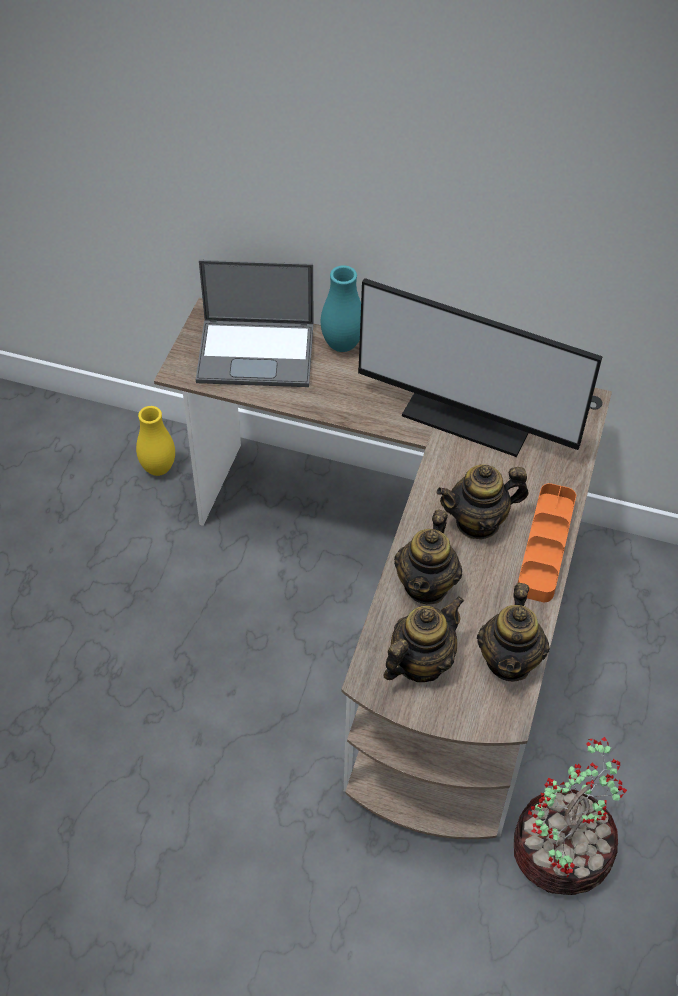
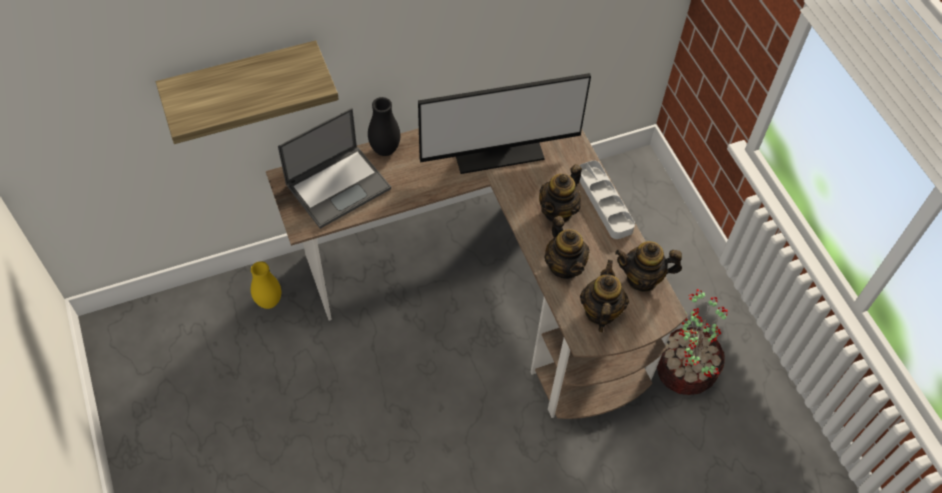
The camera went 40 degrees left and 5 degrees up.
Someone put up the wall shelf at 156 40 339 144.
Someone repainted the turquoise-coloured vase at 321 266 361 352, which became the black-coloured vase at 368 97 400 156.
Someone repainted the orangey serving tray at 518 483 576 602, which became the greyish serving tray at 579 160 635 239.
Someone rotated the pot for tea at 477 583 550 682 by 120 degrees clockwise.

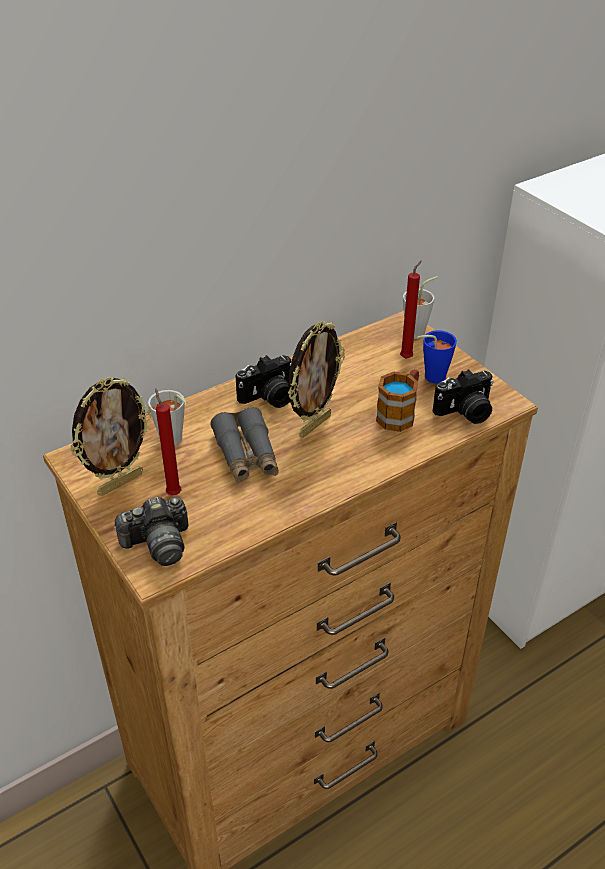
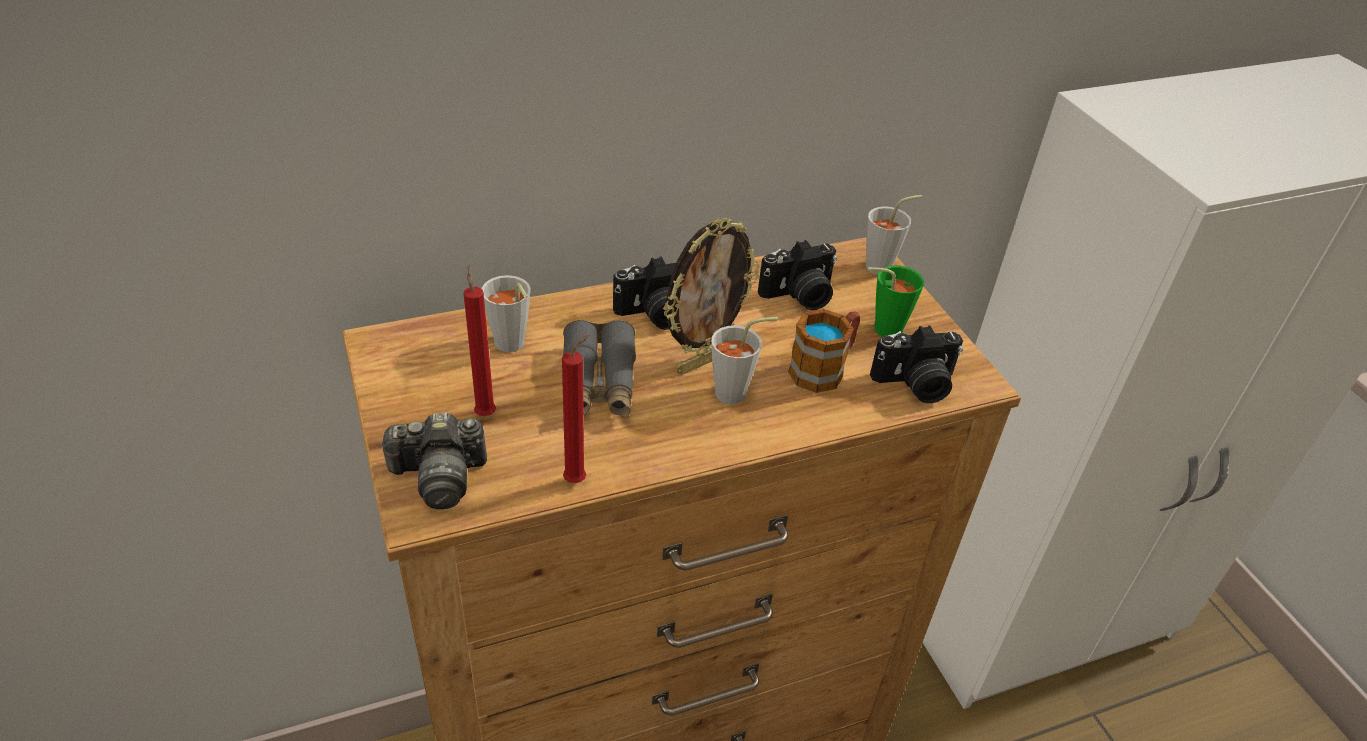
The camera went 10 degrees right and 0 degrees up.
Someone took away the photo frame at 70 378 152 496.
Someone put down the greyish small cup at 712 317 778 404.
Someone put down the photo camera at 758 240 837 310.
Someone carried the red-coloured candle from 400 260 422 359 to 562 334 590 483.
Someone repainted the blue-coloured small cup at 417 330 457 384, which became the green-coloured small cup at 868 265 924 337.

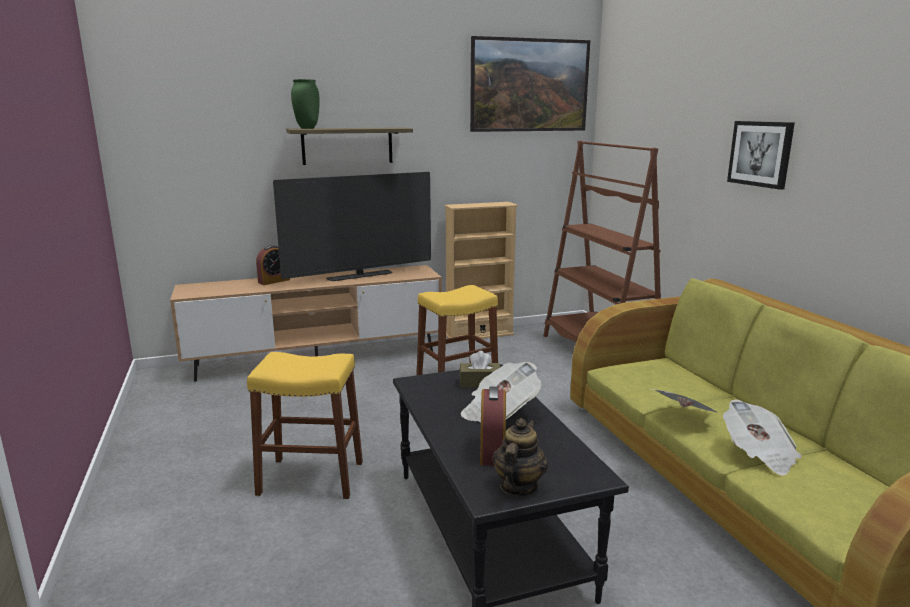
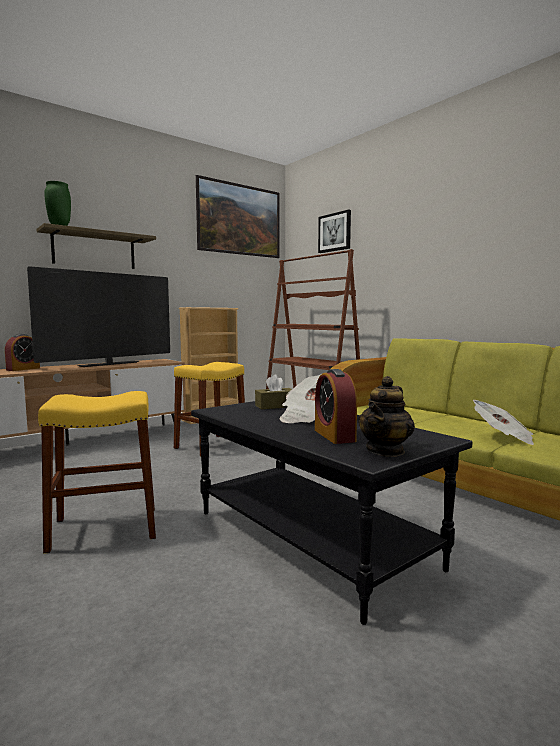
The camera went 20 degrees left and 10 degrees down.
Someone took away the daily paper at 650 388 717 412.
Someone carried the wall picture from 727 121 795 190 to 318 210 351 253.
Someone rotated the pot for tea at 492 418 548 496 by 150 degrees counterclockwise.

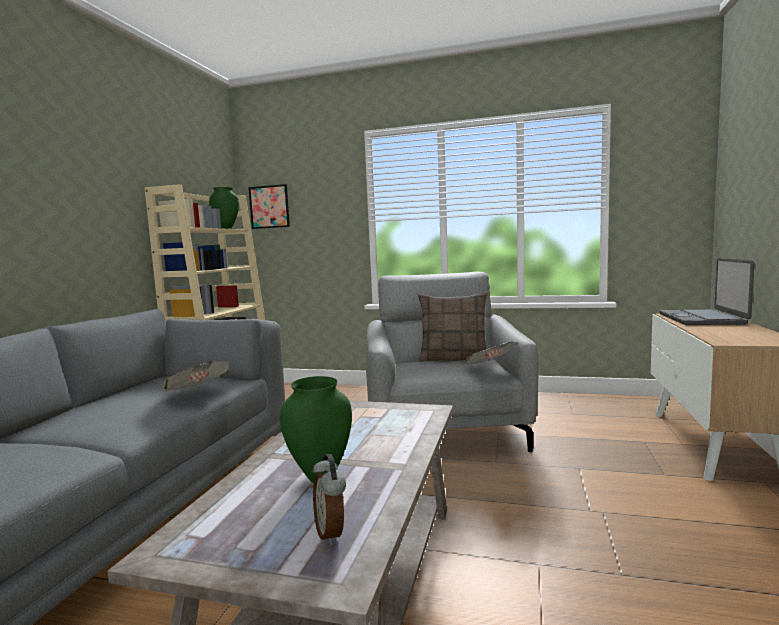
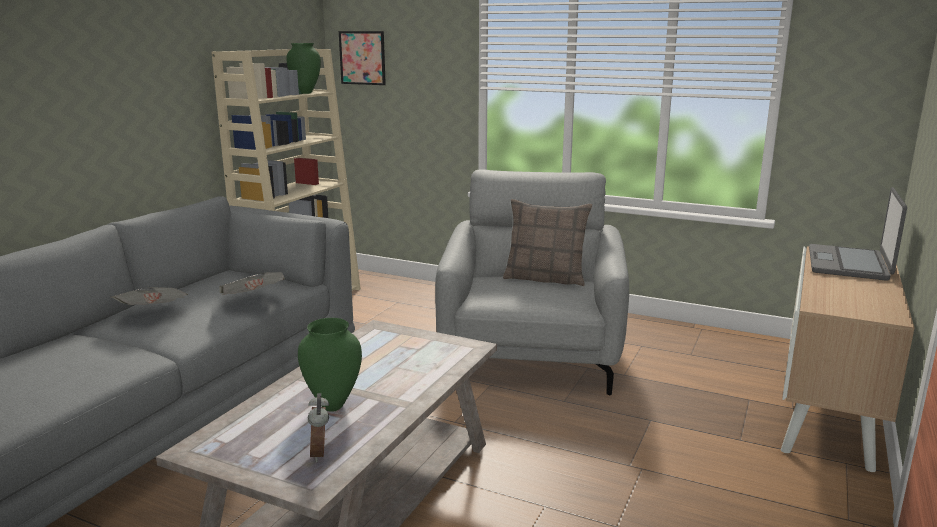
The camera went 10 degrees right and 10 degrees up.
Someone carried the daily paper from 461 341 519 365 to 111 287 188 305.

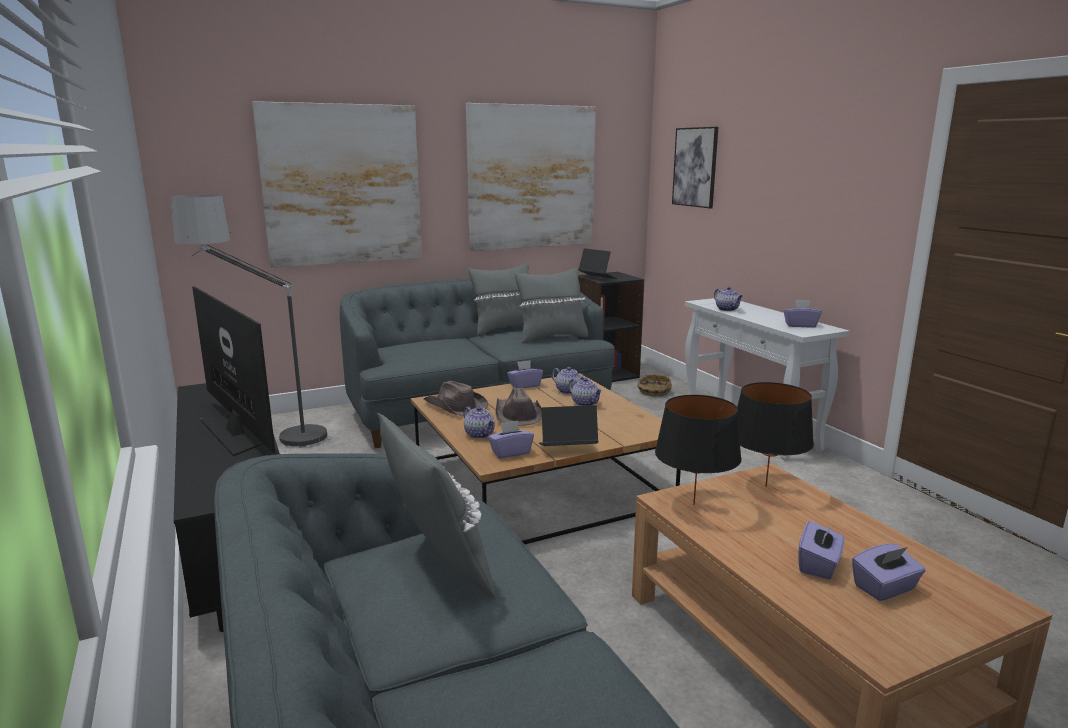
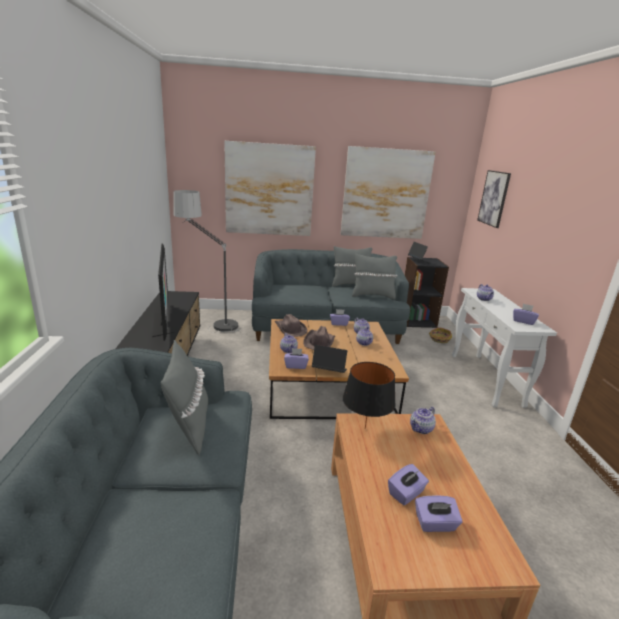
The camera went 20 degrees right and 5 degrees up.
Someone swapped the black-coloured lamp for a table at 737 382 814 487 for the pot for tea at 410 407 436 434.

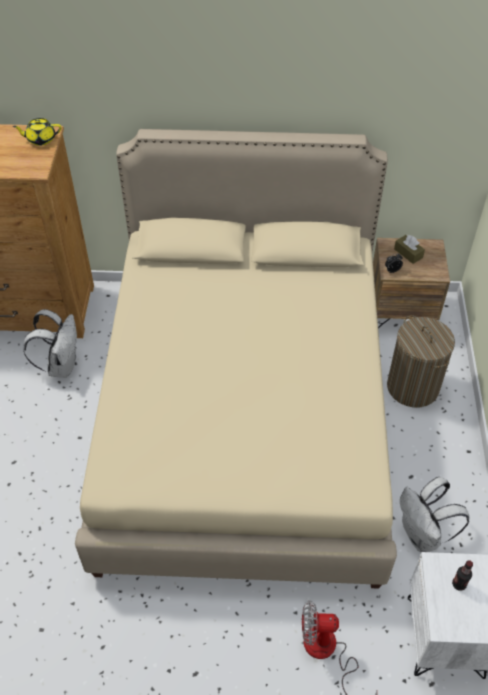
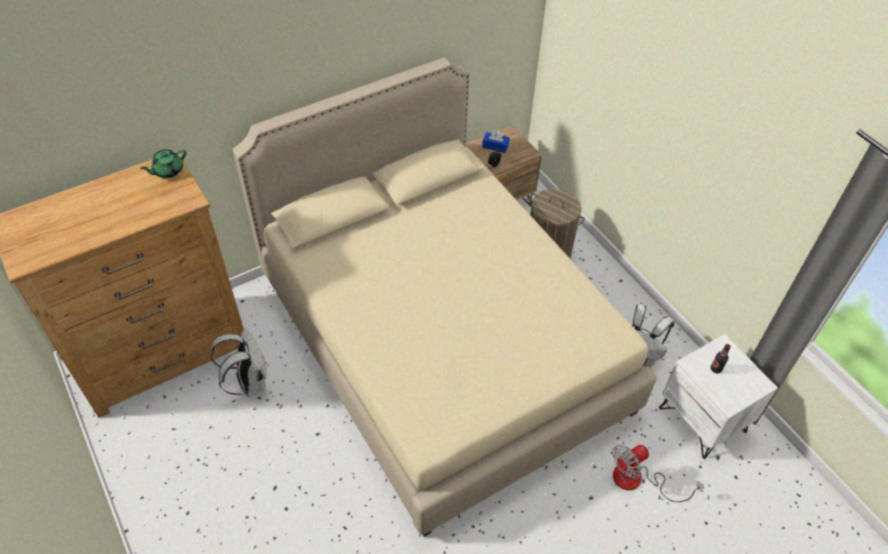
The camera went 35 degrees left and 0 degrees up.
Someone repainted the yellowish pot for tea at 13 118 62 146, which became the green-coloured pot for tea at 140 149 187 178.
Someone repainted the brownish tissue box at 394 235 425 264, which became the blue-coloured tissue box at 482 130 510 153.

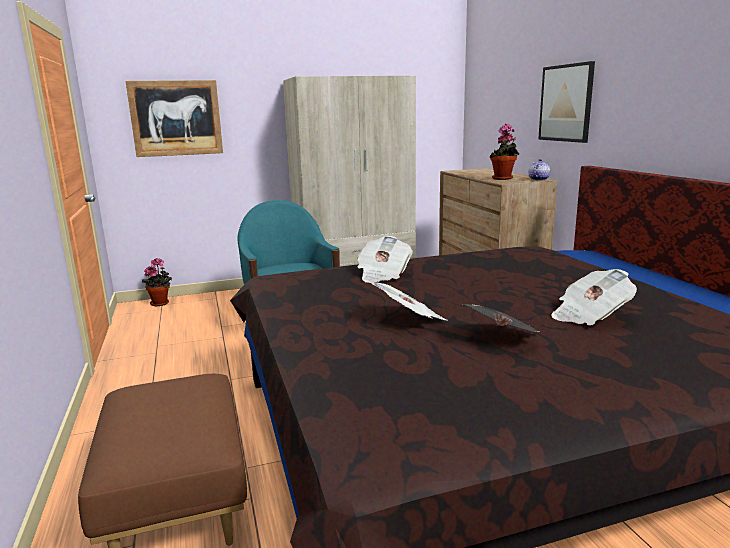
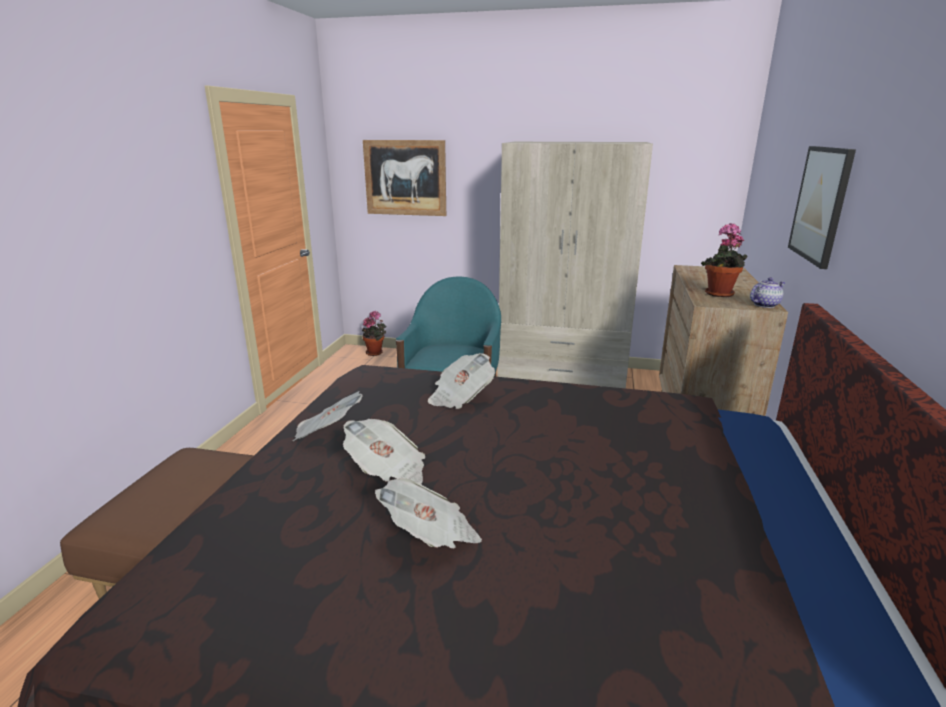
The camera went 30 degrees right and 5 degrees up.
Someone carried the daily paper from 551 269 637 325 to 293 391 363 441.

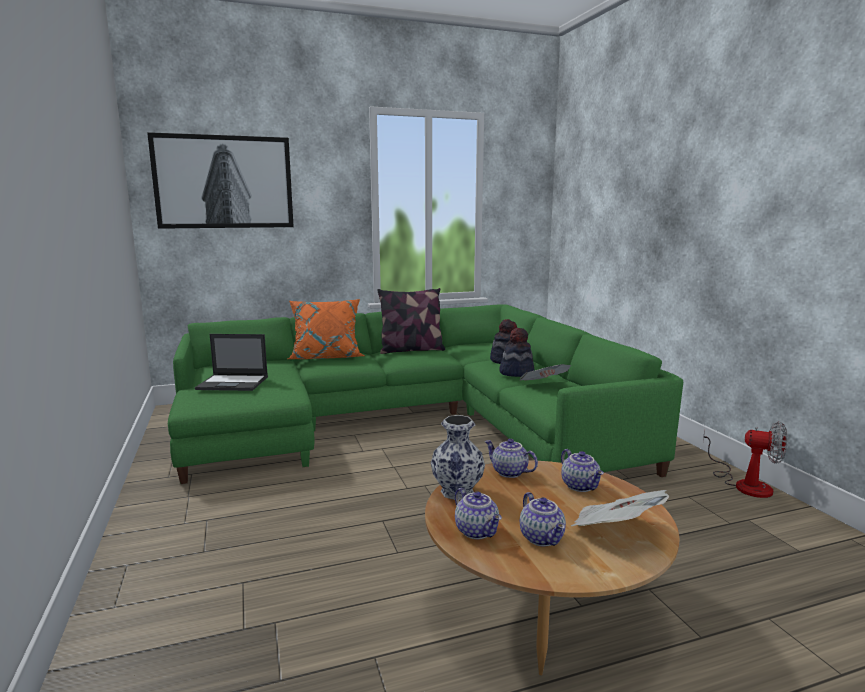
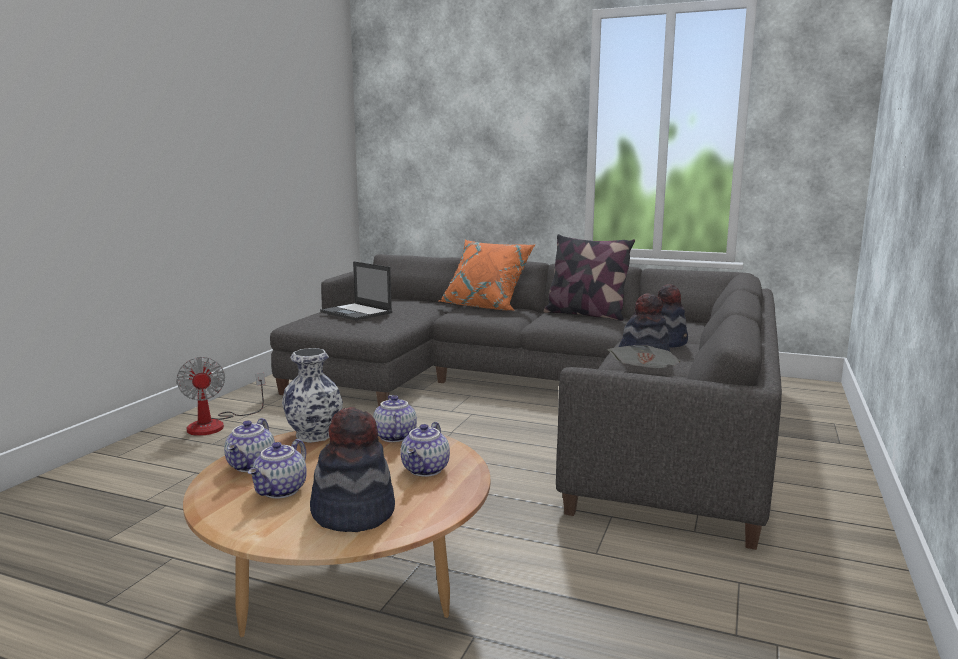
The camera went 40 degrees right and 0 degrees up.
Someone took away the wall picture at 147 132 294 229.
Someone carried the cooling fan from 703 421 787 498 to 176 357 265 436.
Someone swapped the daily paper at 571 490 669 526 for the hat at 310 407 395 532.
Someone repainted the green-coloured sofa at 168 304 683 484, which became the greyish sofa at 270 254 782 550.

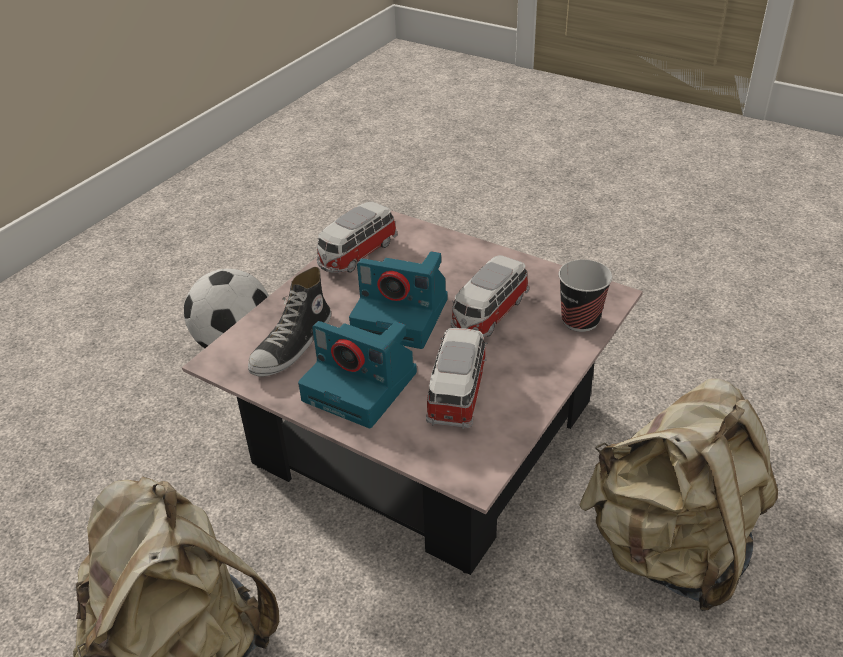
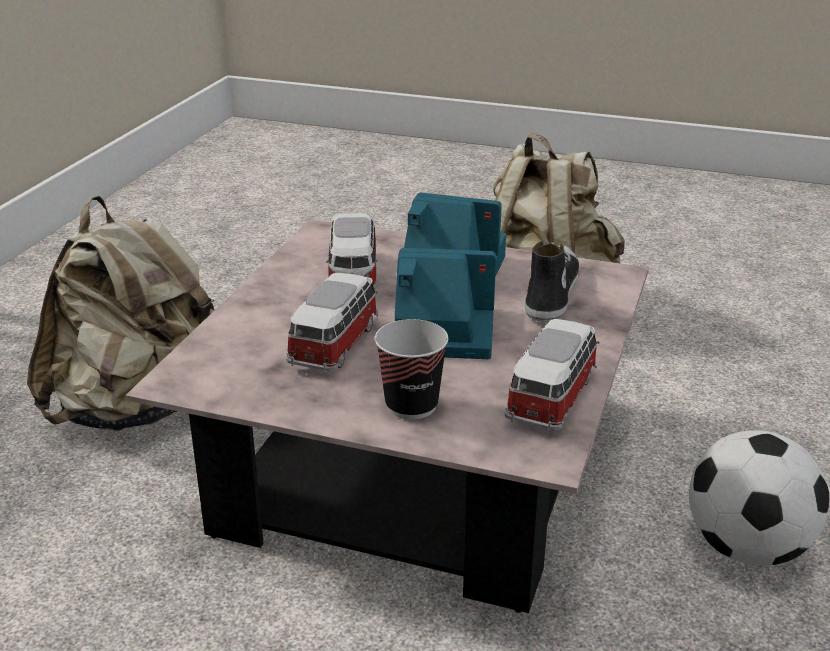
The camera went 165 degrees right and 10 degrees down.
Someone carried the small cup from 559 259 612 332 to 375 319 449 420.

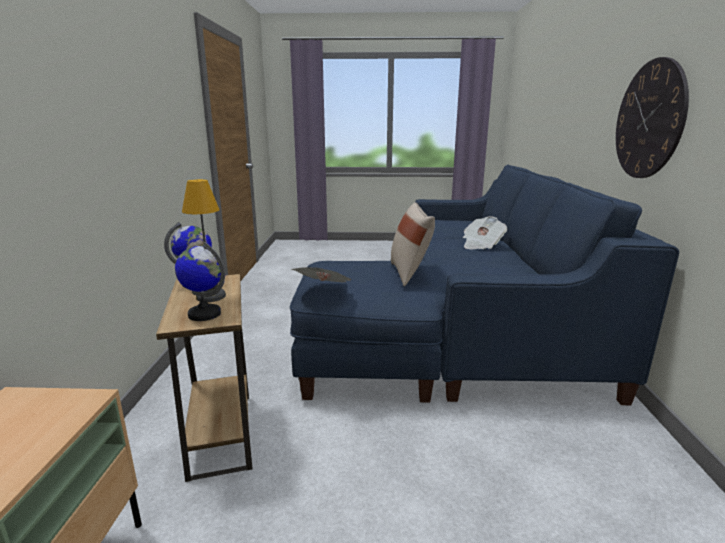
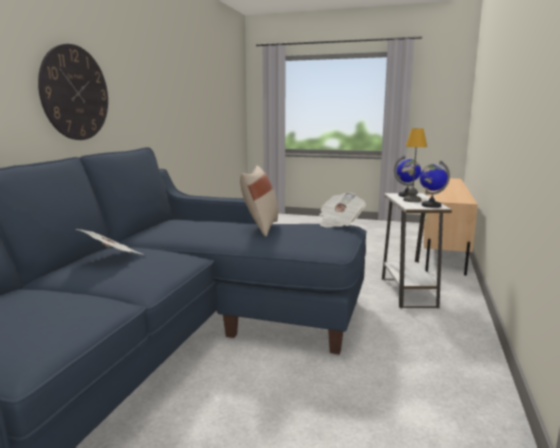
The camera went 165 degrees left and 5 degrees down.
Someone repainted the brownish end table at 156 274 252 482, which became the white end table at 382 193 452 308.

